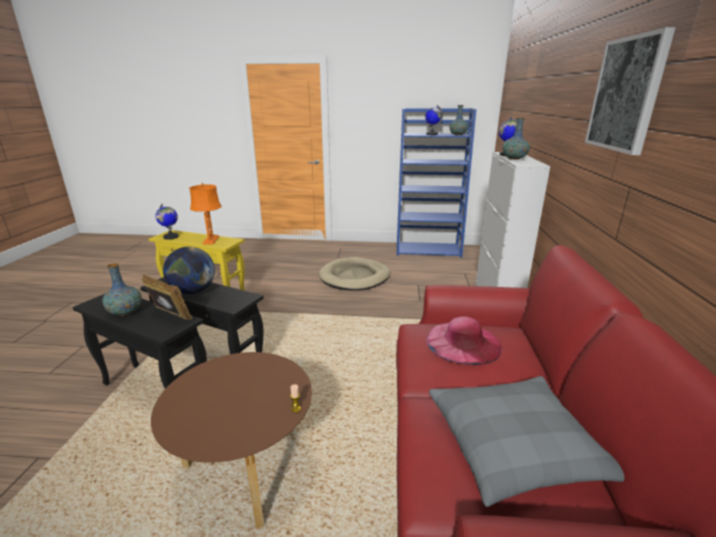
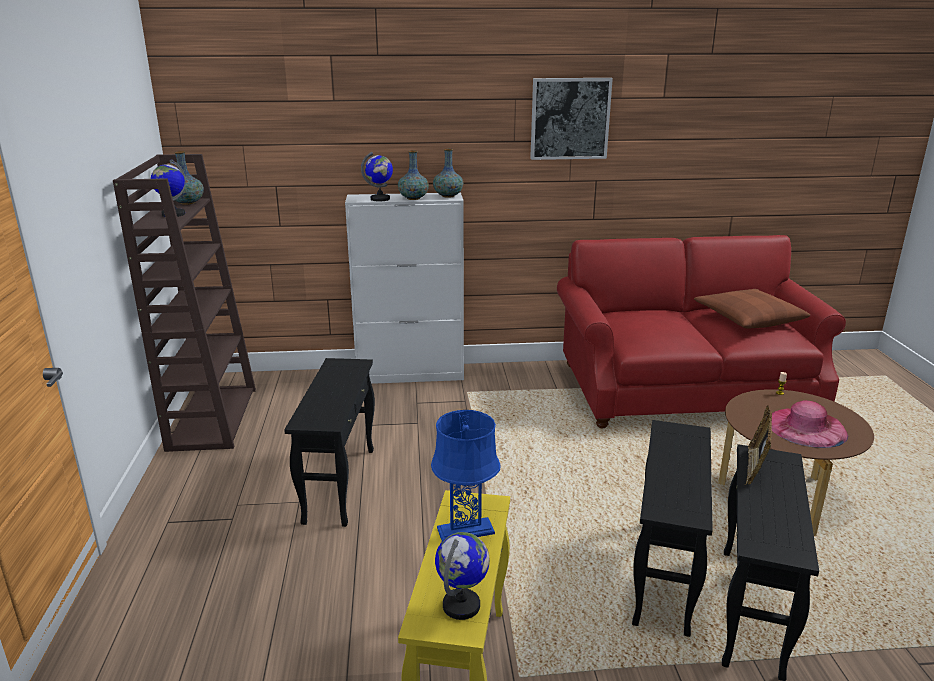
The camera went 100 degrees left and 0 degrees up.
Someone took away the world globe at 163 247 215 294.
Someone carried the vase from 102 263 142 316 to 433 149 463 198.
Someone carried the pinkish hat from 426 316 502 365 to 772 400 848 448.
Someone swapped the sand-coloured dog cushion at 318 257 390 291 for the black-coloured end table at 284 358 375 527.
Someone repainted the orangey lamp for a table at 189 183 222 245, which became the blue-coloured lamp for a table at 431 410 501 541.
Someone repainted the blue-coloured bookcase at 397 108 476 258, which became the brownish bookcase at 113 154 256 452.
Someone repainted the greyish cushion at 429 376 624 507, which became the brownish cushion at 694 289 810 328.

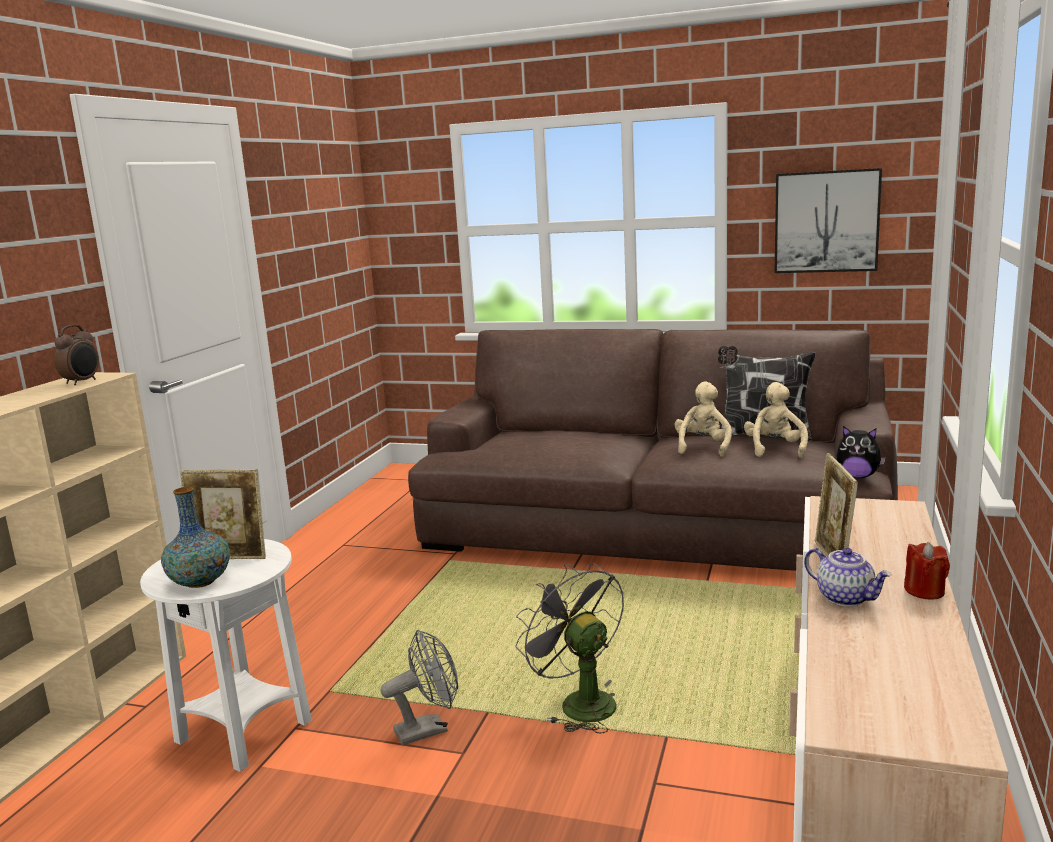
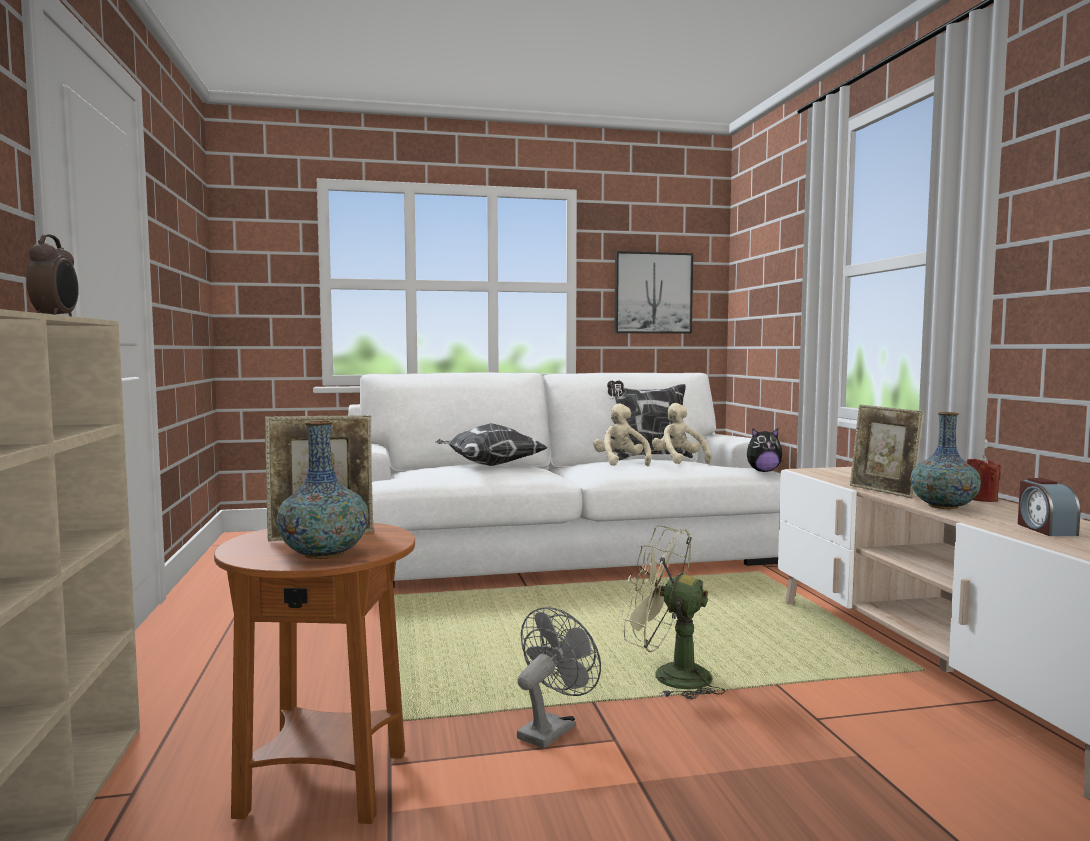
The camera went 30 degrees left and 10 degrees down.
Someone put down the cushion at 436 423 548 466.
Someone put down the bedside clock at 1018 478 1080 536.
Someone swapped the pot for tea at 804 548 892 606 for the vase at 910 412 981 509.
Someone repainted the white end table at 140 539 312 772, which became the brownish end table at 214 523 415 824.
Someone repainted the brownish sofa at 408 329 898 571, which became the white sofa at 348 372 781 588.
Someone repainted the greyish cooling fan at 515 563 624 734, which became the green-coloured cooling fan at 621 525 726 700.

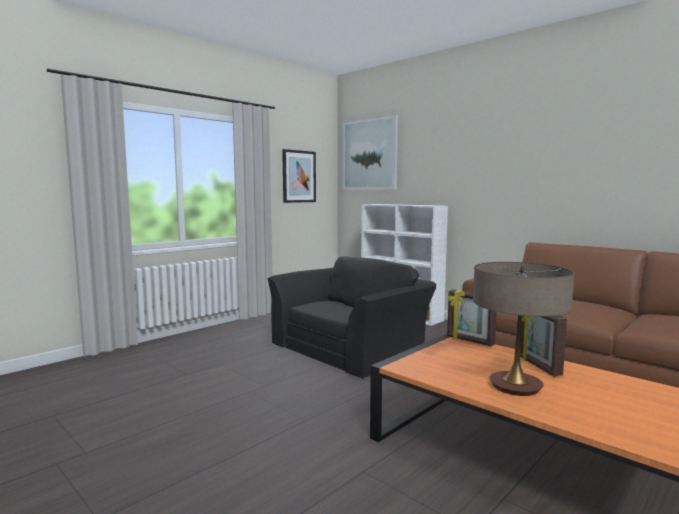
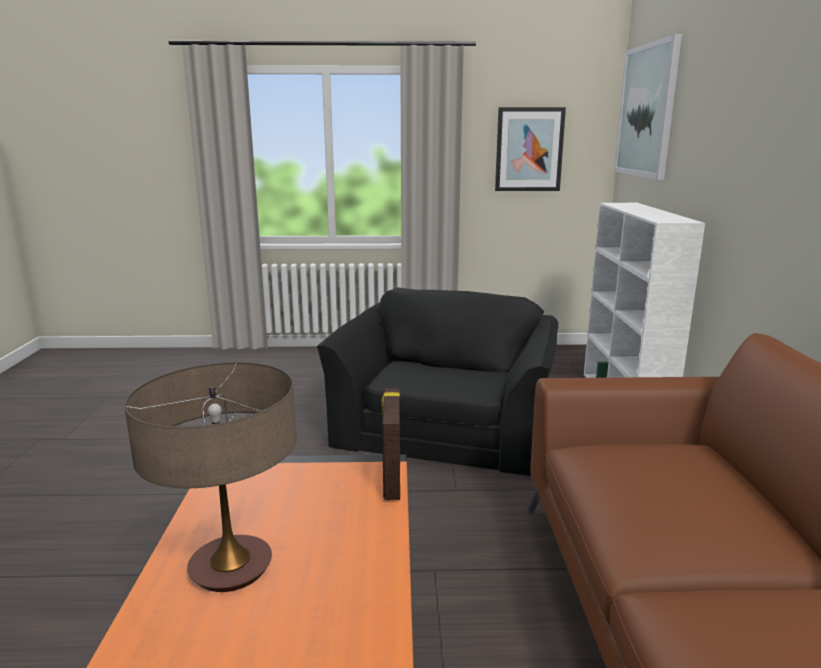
The camera went 45 degrees right and 10 degrees up.
Someone took away the photo frame at 520 315 567 376.
Someone rotated the black-coloured easy chair at 268 256 436 378 by 75 degrees counterclockwise.

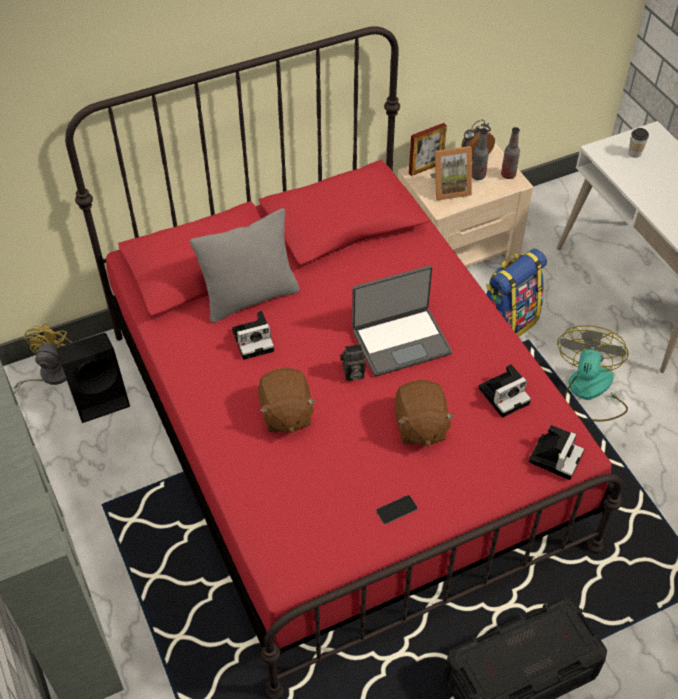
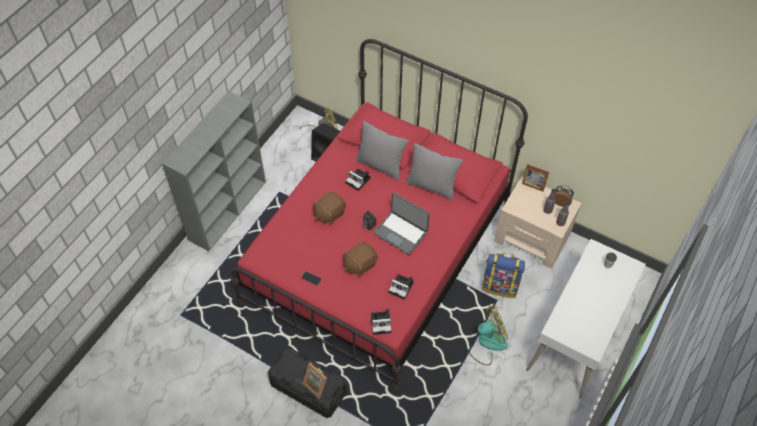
The camera went 55 degrees right and 5 degrees up.
Someone put down the greyish cushion at 406 143 463 200.
Someone carried the photo frame from 430 146 472 200 to 303 363 327 398.

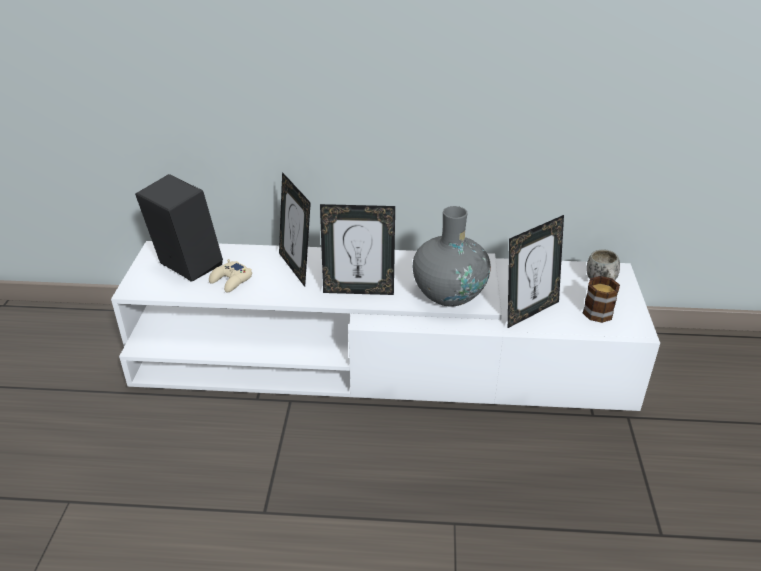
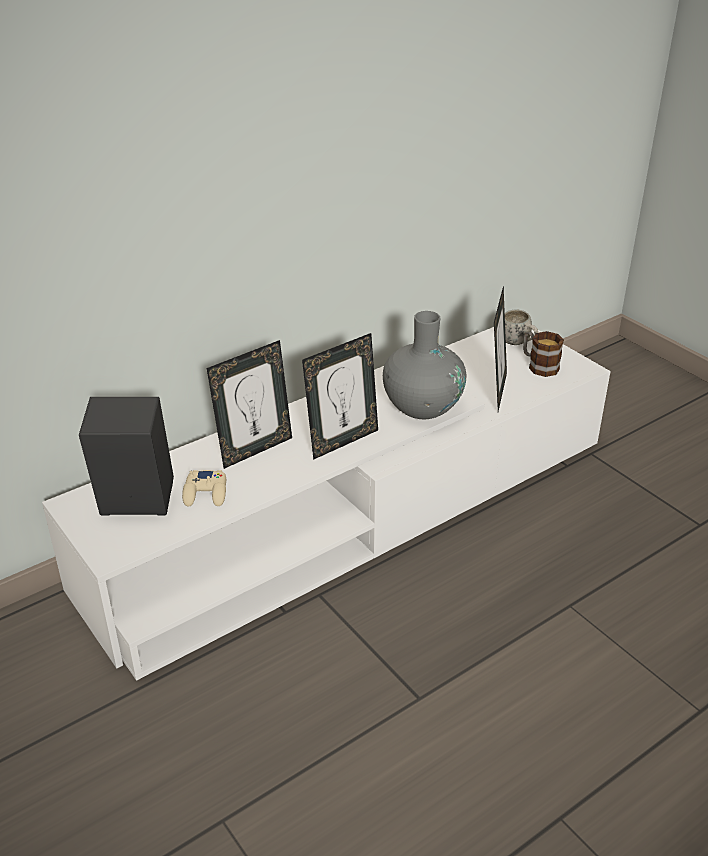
The camera went 40 degrees left and 0 degrees up.
Someone rotated the photo frame at 279 172 311 287 by 60 degrees counterclockwise.

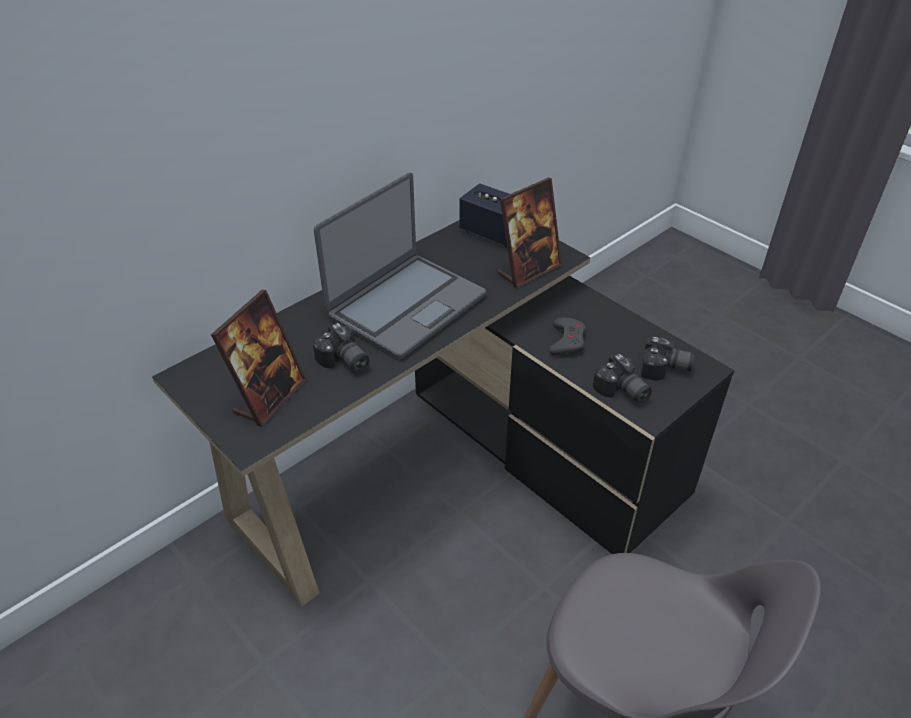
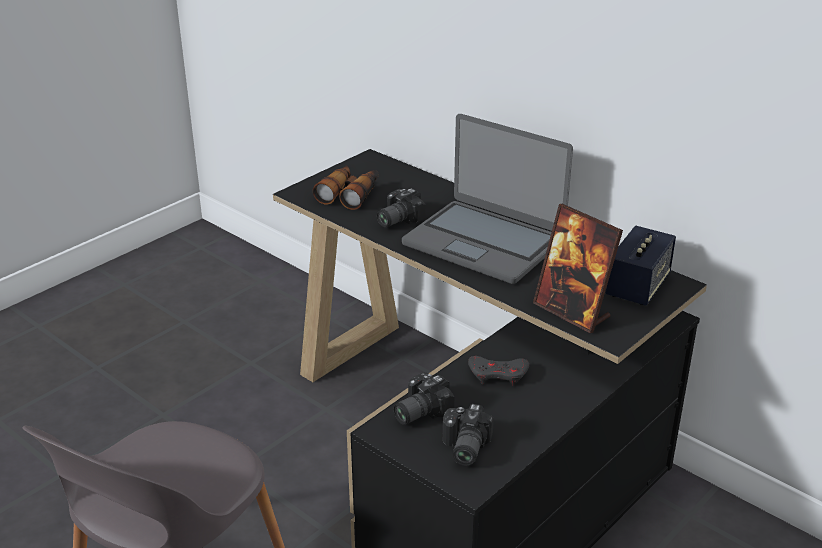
The camera went 85 degrees right and 10 degrees down.
Someone swapped the photo frame at 211 290 306 427 for the field glasses at 313 165 379 210.

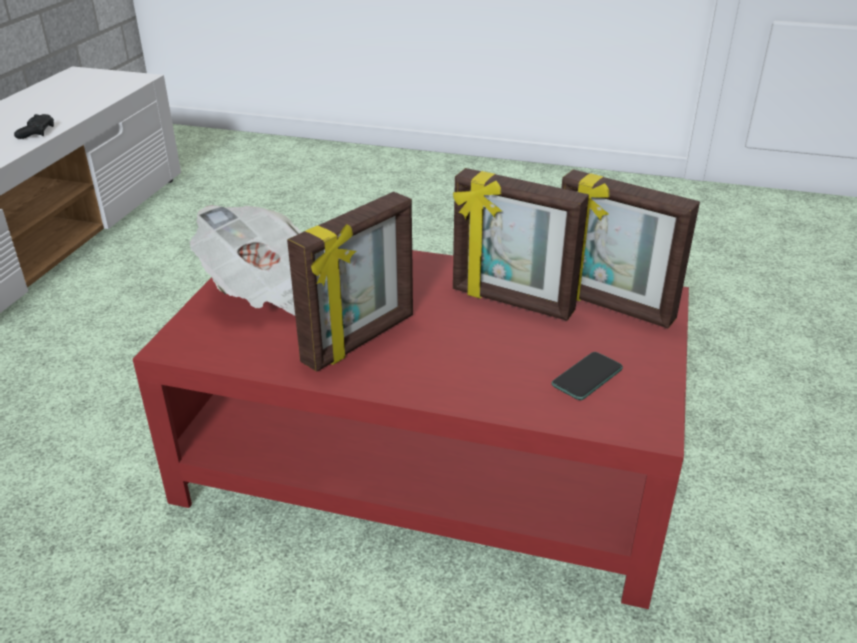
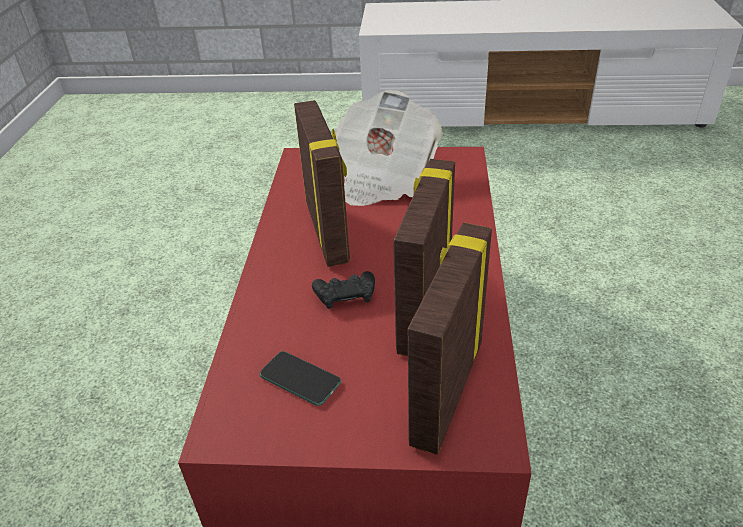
The camera went 80 degrees right and 5 degrees up.
Someone carried the black-coloured gamepad from 14 114 54 139 to 312 271 375 309.
Someone rotated the photo frame at 287 192 413 372 by 135 degrees counterclockwise.

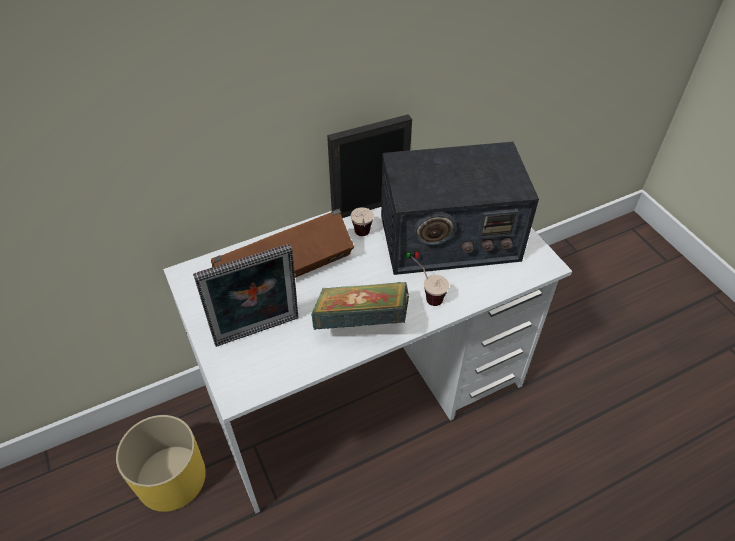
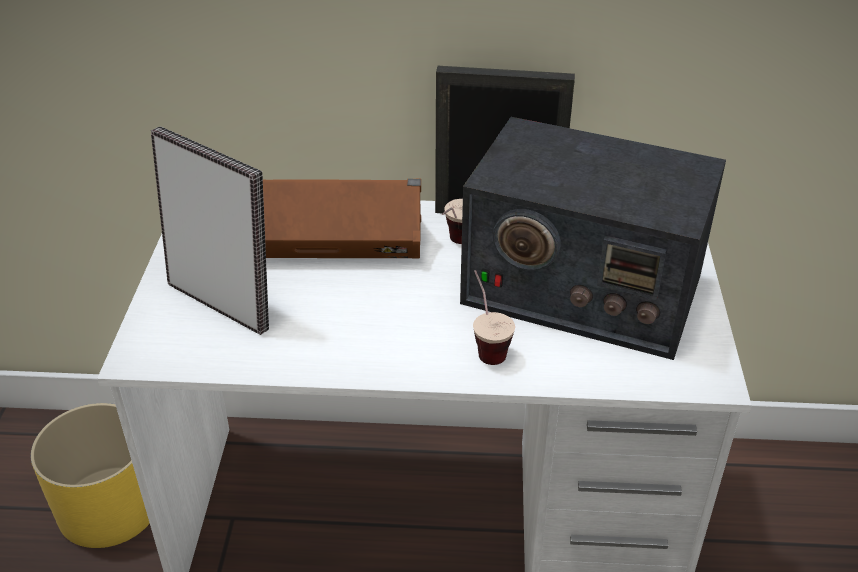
The camera went 30 degrees right and 10 degrees down.
Someone took away the volume at 311 282 409 330.
Someone rotated the photo frame at 193 244 298 347 by 150 degrees counterclockwise.

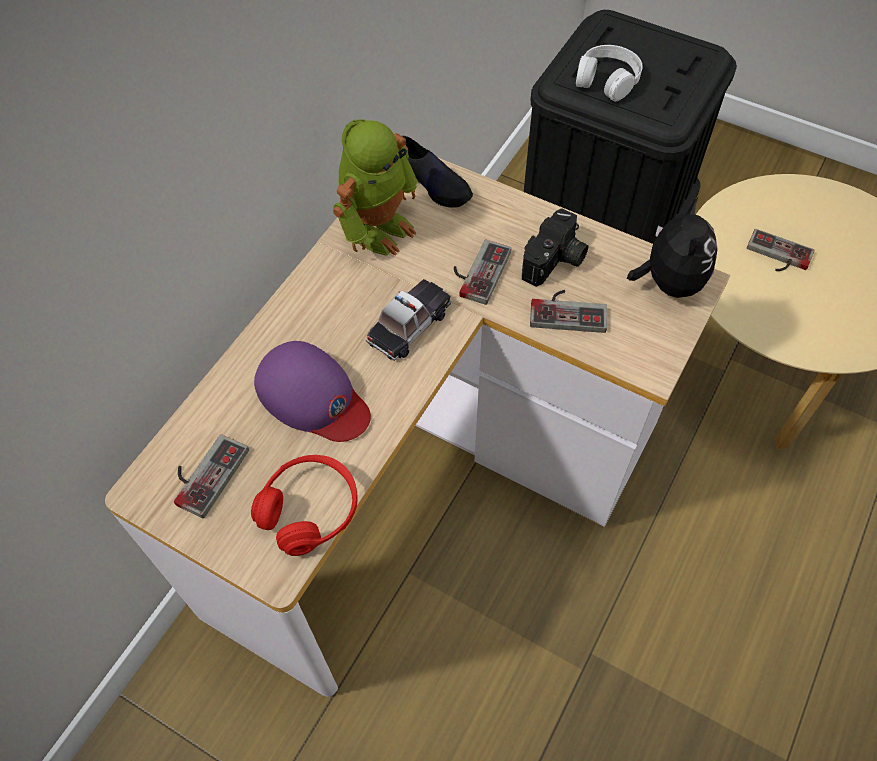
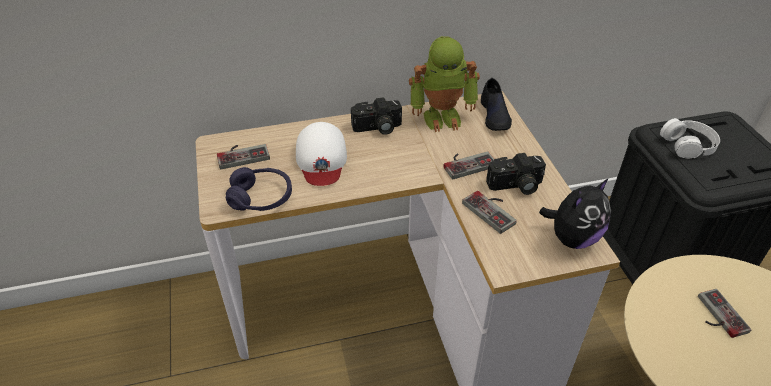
The camera went 45 degrees right and 15 degrees down.
Someone took away the model car at 366 279 451 361.
Someone put down the photo camera at 351 97 402 135.
Someone repainted the red-coloured pair of headphones at 251 455 358 556, which became the purple pair of headphones at 226 167 292 211.
Someone repainted the purple baseball cap at 254 341 371 442, which became the white baseball cap at 296 122 347 186.

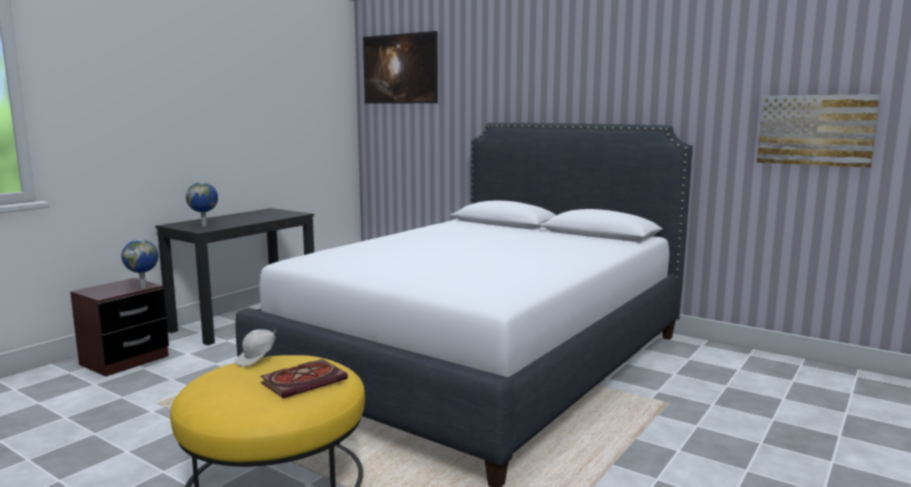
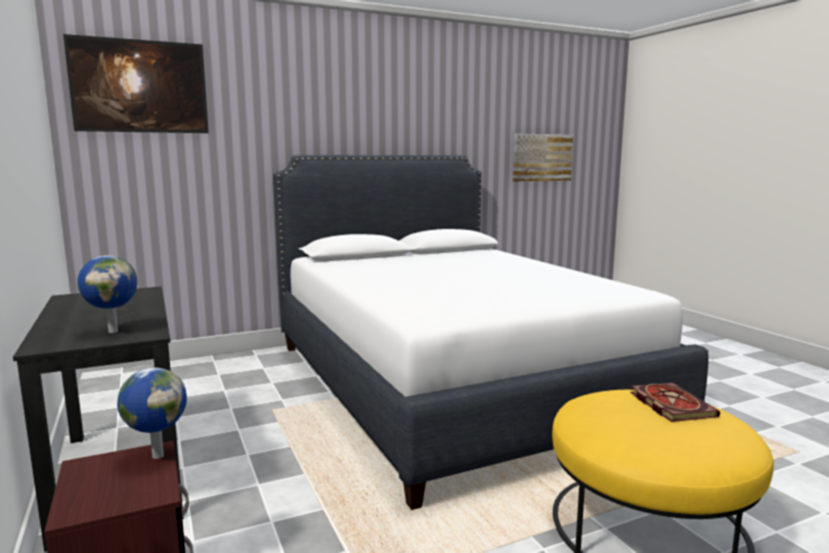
The camera went 60 degrees left and 0 degrees up.
Someone took away the white baseball cap at 235 328 276 367.

